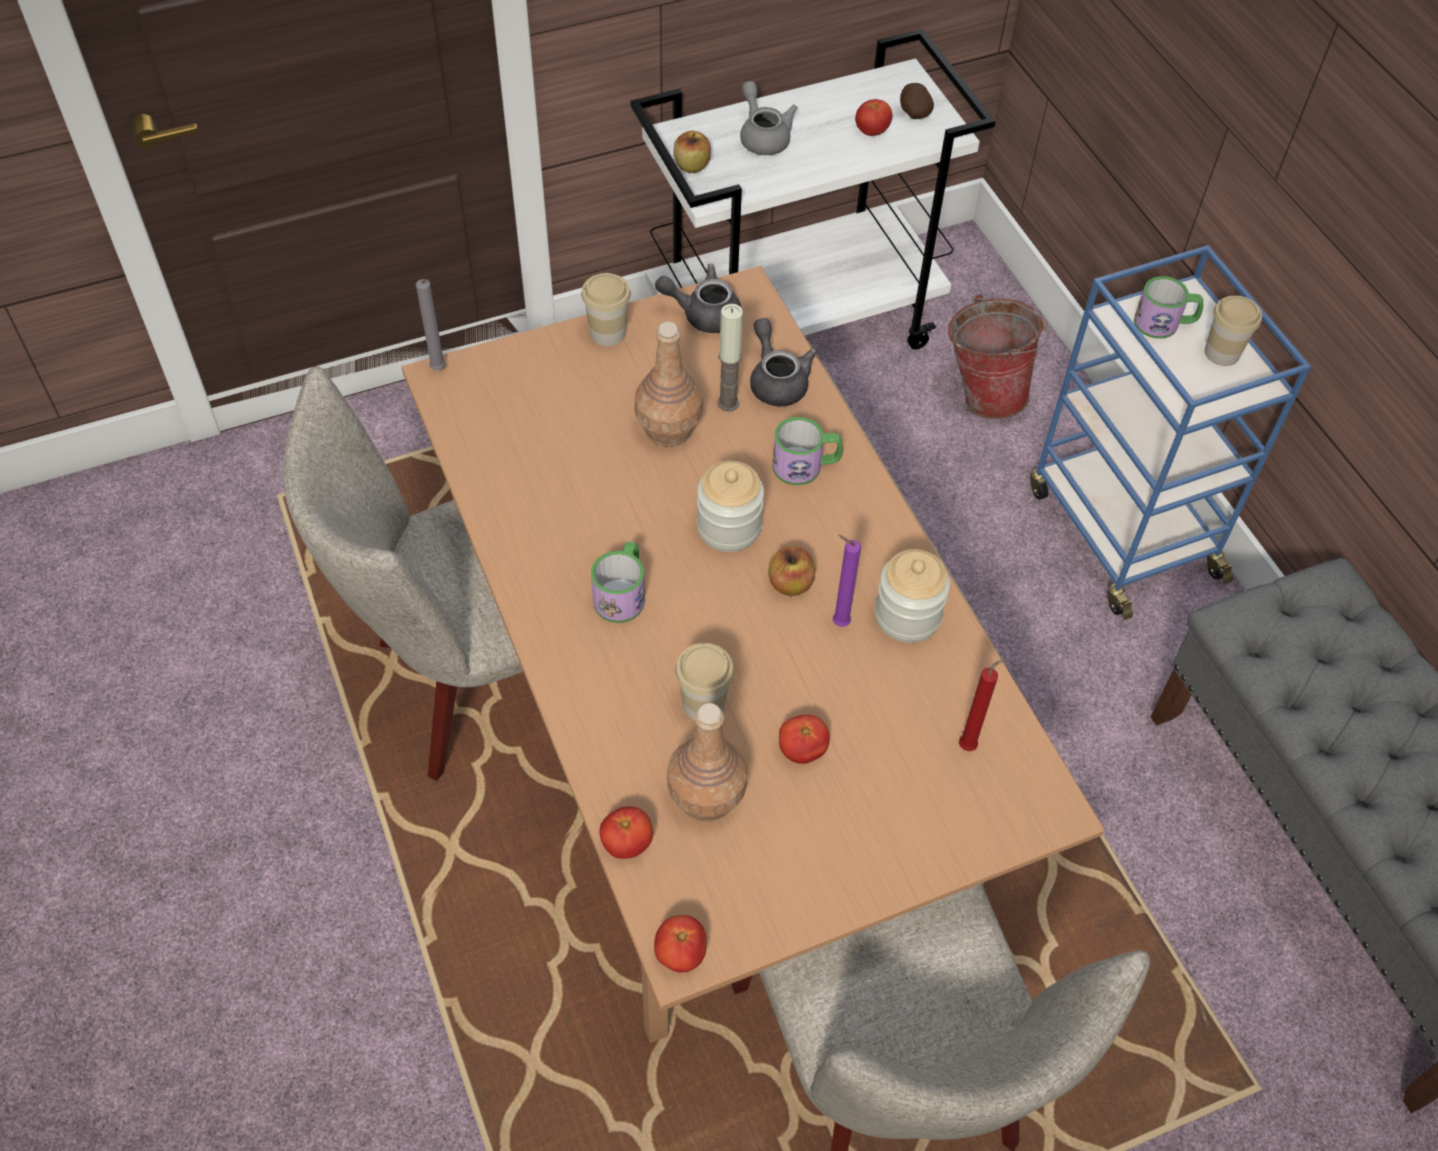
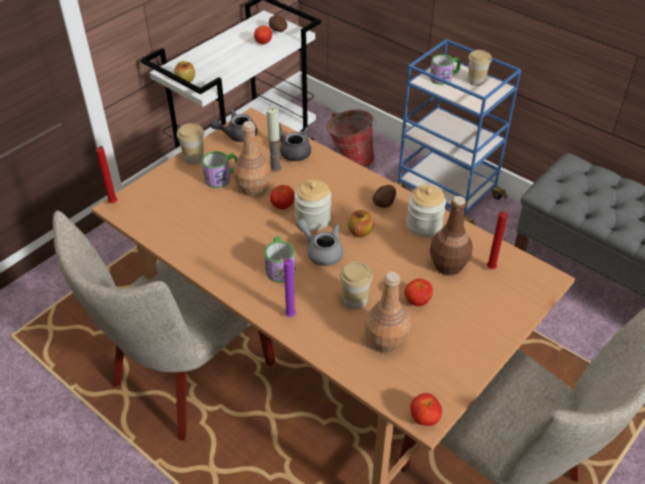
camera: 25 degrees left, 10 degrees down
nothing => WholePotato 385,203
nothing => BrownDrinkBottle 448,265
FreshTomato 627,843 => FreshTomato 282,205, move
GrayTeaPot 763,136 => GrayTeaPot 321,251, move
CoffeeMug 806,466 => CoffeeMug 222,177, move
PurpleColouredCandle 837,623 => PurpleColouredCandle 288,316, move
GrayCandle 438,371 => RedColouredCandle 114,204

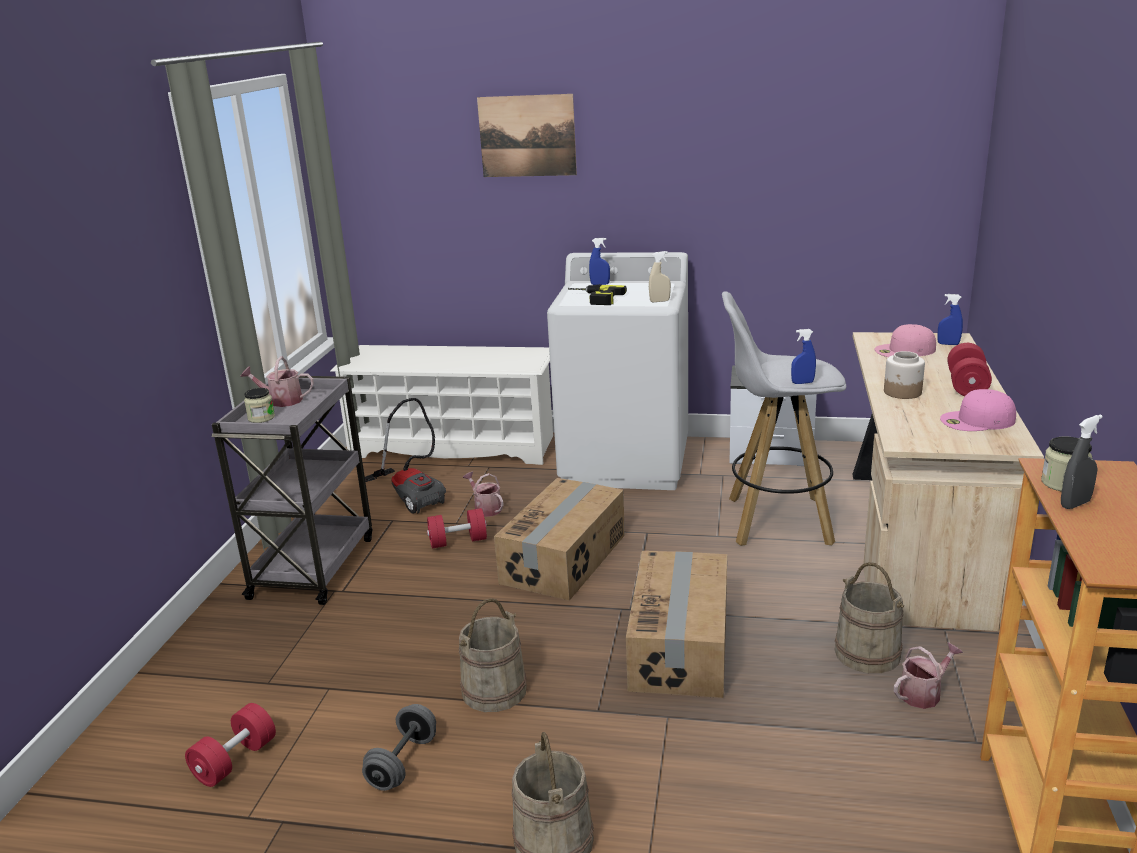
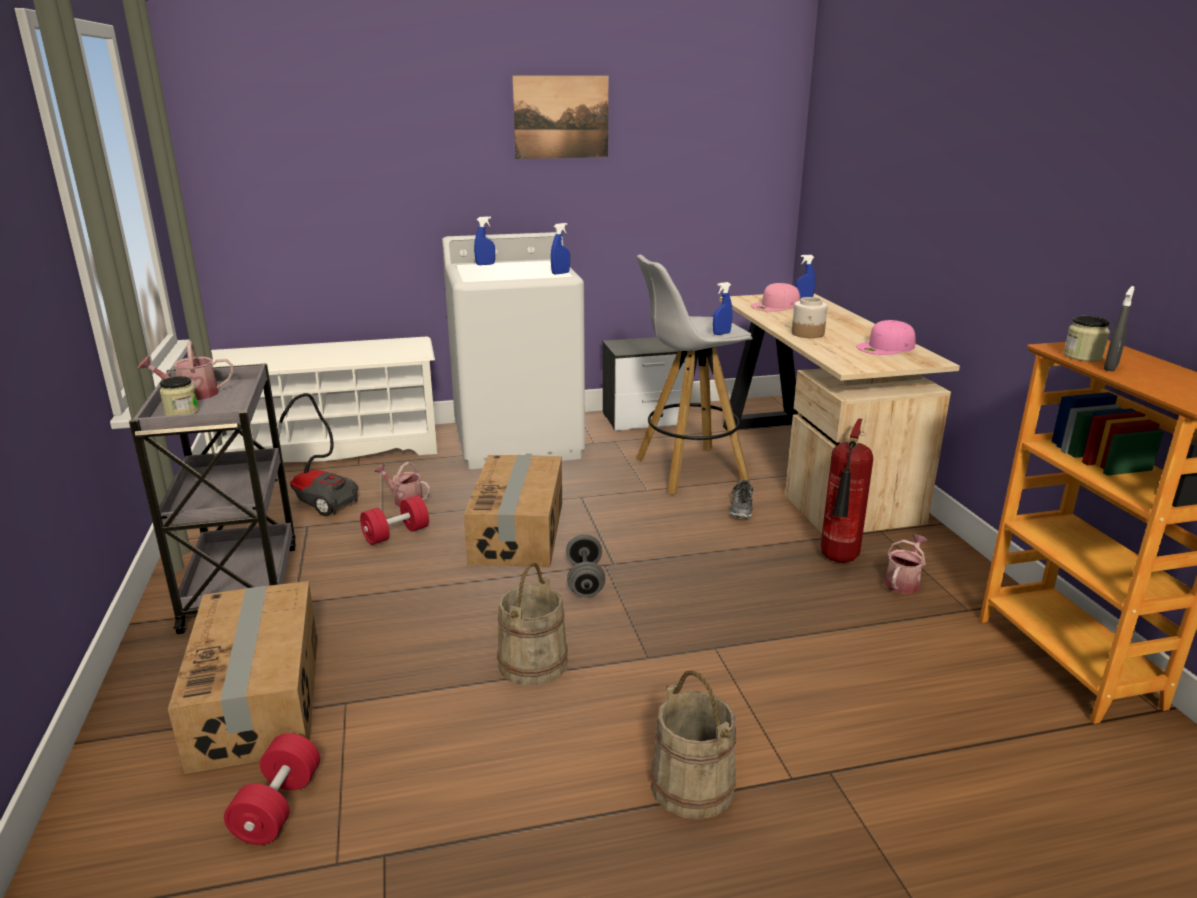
camera: 25 degrees left, 0 degrees up
ElectricDrill 593,299 => nothing
RedColouredHandWeight 966,385 => nothing
nothing => ItemOfFootwear 741,509
GrayHandWeight 403,763 => GrayHandWeight 585,580, move
Picture 527,136 => Picture 561,117, move
PackingBox 681,645 => PackingBox 260,698, move
BeigeWaterBucket 867,653 => FireExtinguisher 838,560
BeigeSprayBottle 659,301 => BlueSprayBottle 560,273

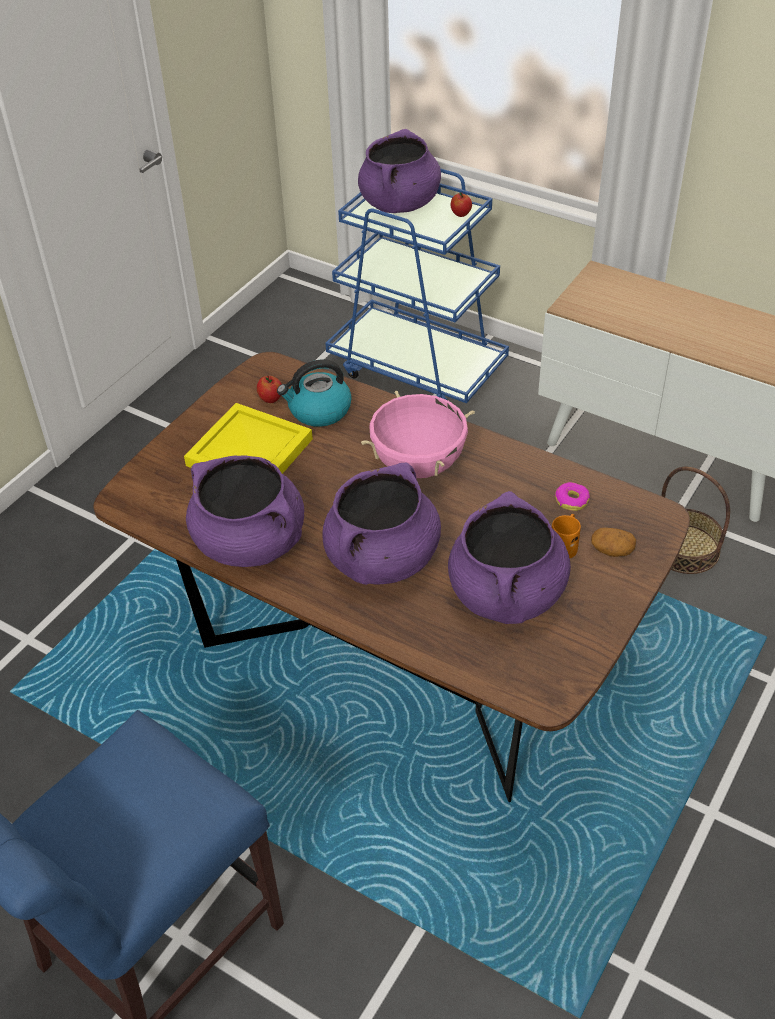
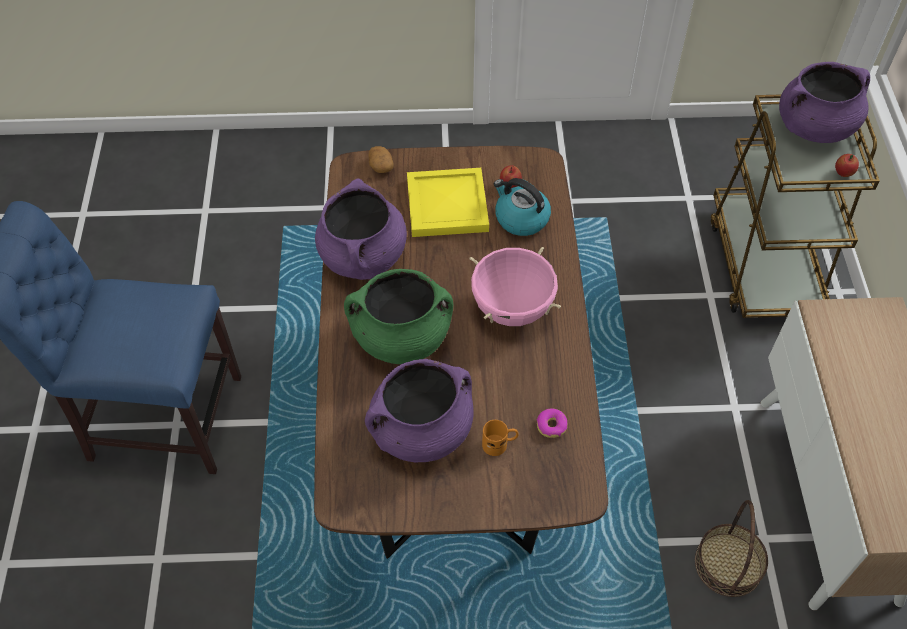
camera: 55 degrees right, 10 degrees up
WholePotato 611,550 => WholePotato 380,165, move
PurpleColouredCookingPot 382,559 => GreenCookingPot 401,338
BlueWheeledCart 417,368 => BrownWheeledCart 764,264

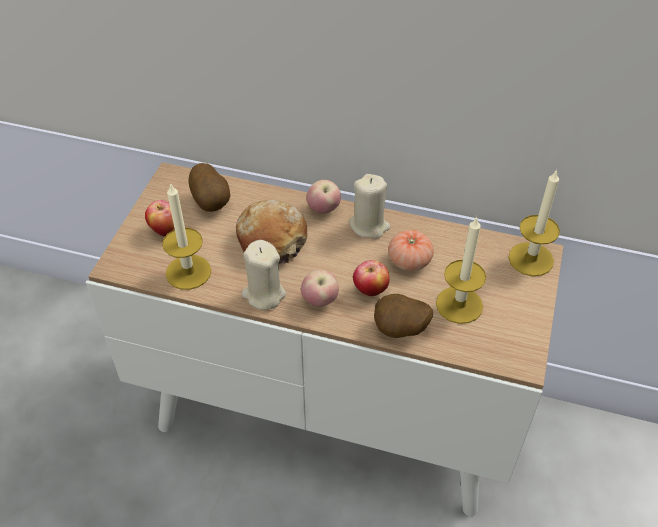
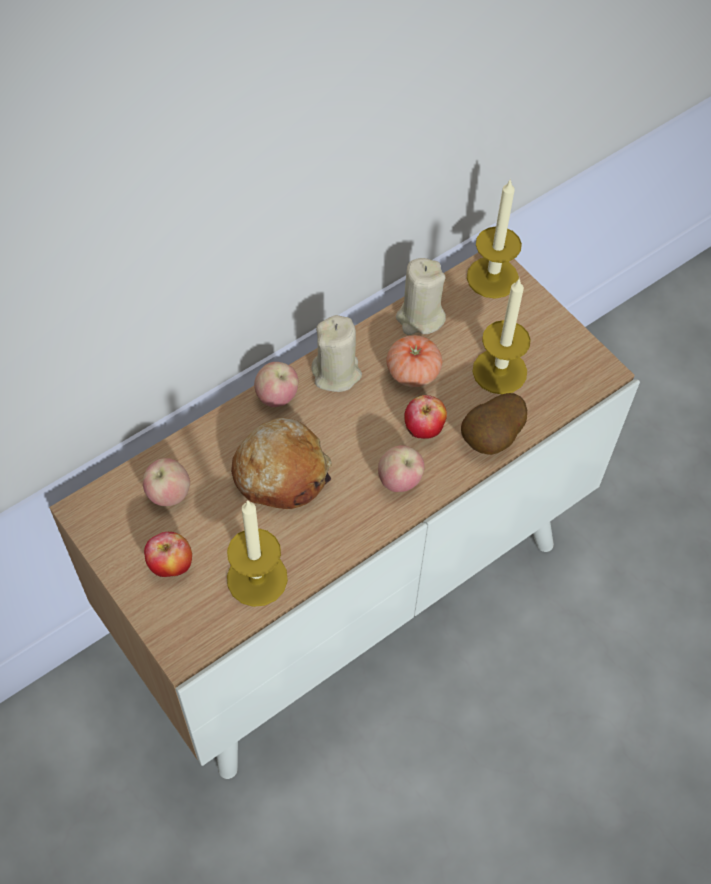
camera: 55 degrees left, 10 degrees up
BeigeCandle 264,294 => BeigeCandle 420,317, move
WholePotato 212,202 => WholeApple 169,494

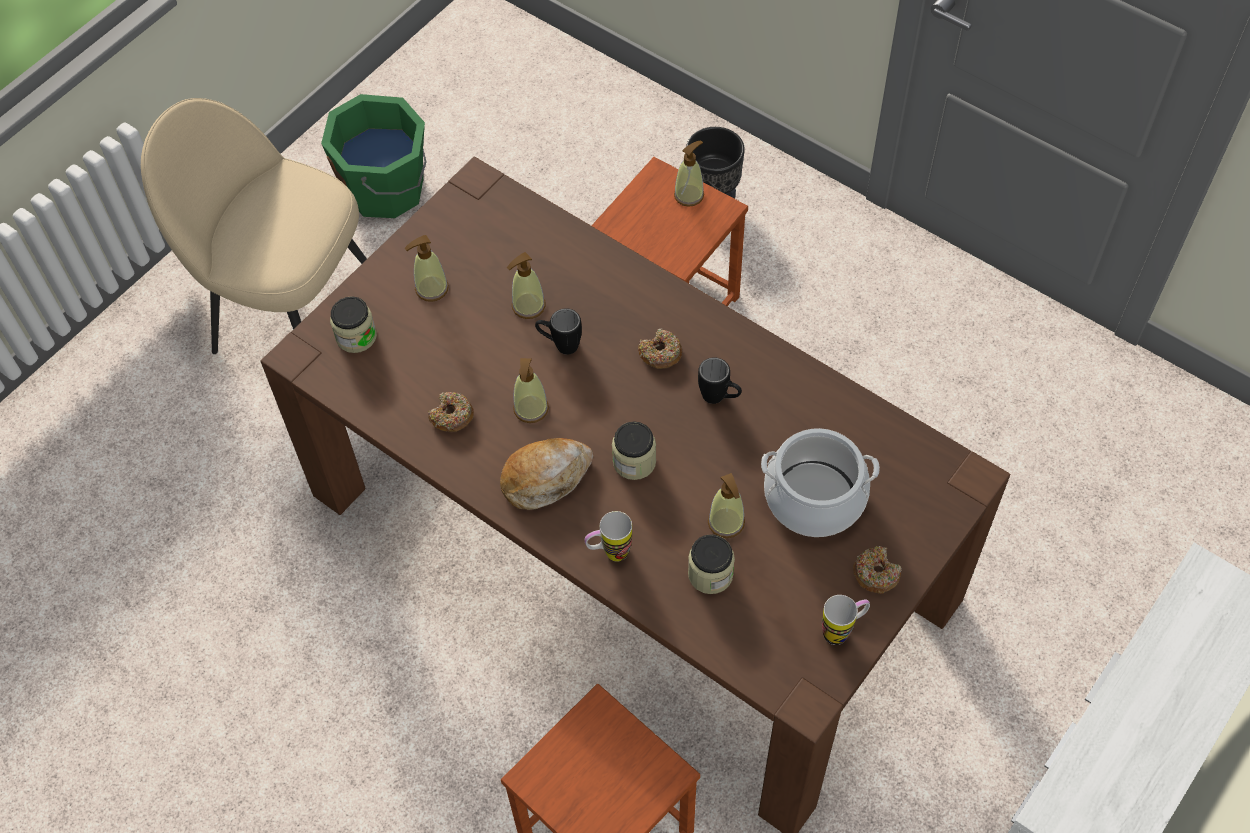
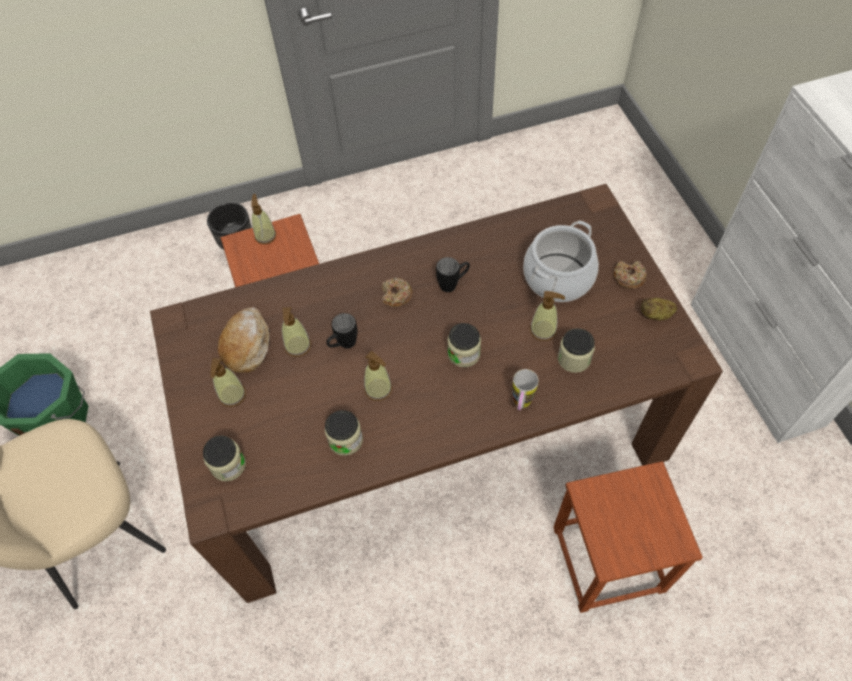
camera: 55 degrees left, 0 degrees up
BakedBread 546,478 => BakedBread 246,345, move
Doughnut 452,416 => StorageJar 345,440
CoffeeMug 842,631 => WholePotato 656,315

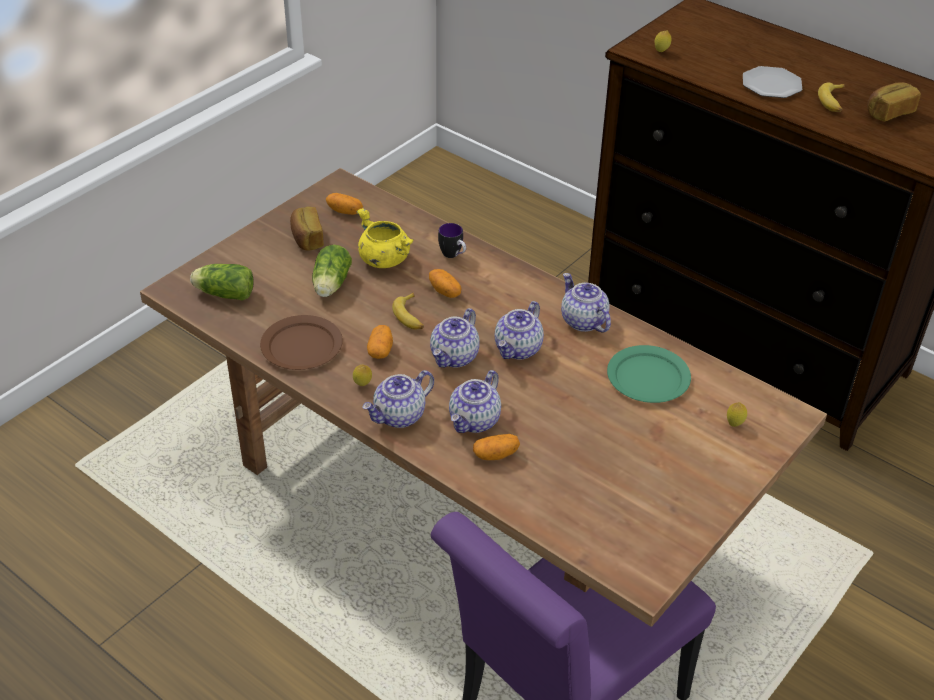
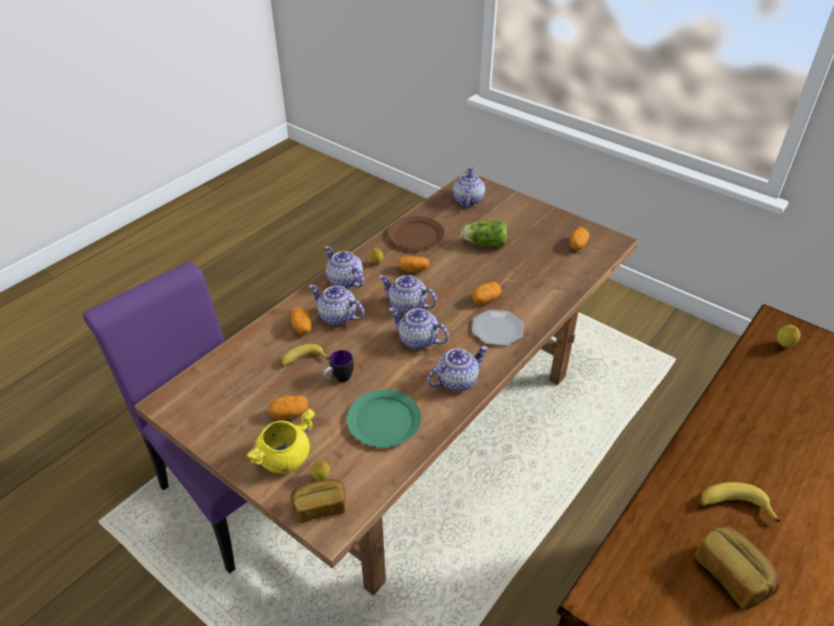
camera: 90 degrees right, 0 degrees up
nothing => WholePotato 289,413
BakedBread 306,238 => BakedBread 320,507, move
YellowCookingPot 384,259 => YellowCookingPot 284,458, move
WholeBanana 410,316 => WholeBanana 303,360, move
CoffeeMug 453,256 => CoffeeMug 339,379, move
DinnerPlate 772,85 => DinnerPlate 497,329, move
HeadOfLettuce 223,293 => TeaPot 467,200

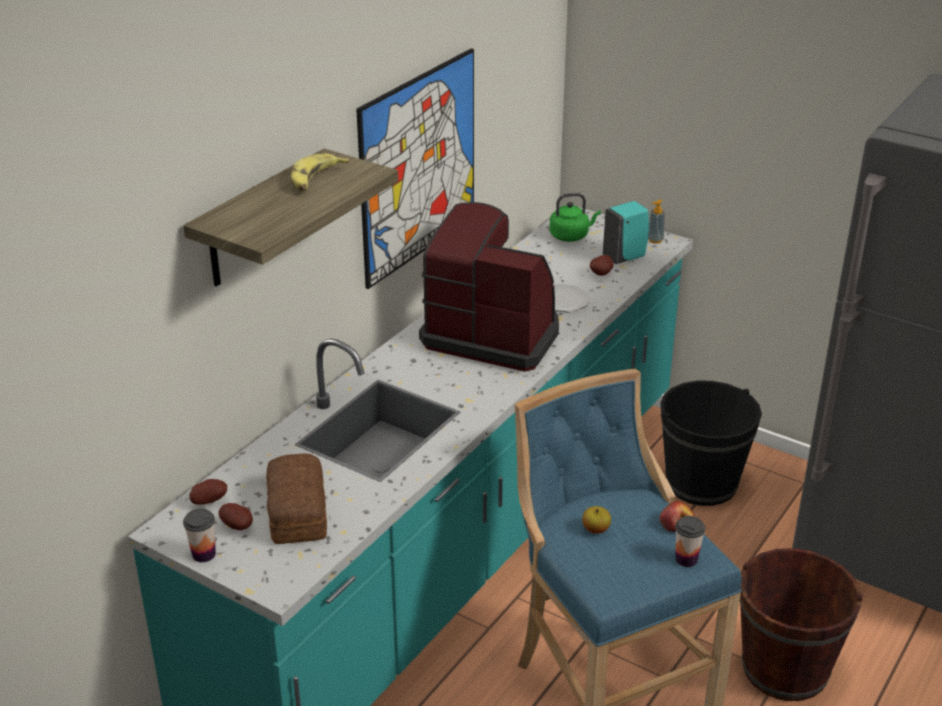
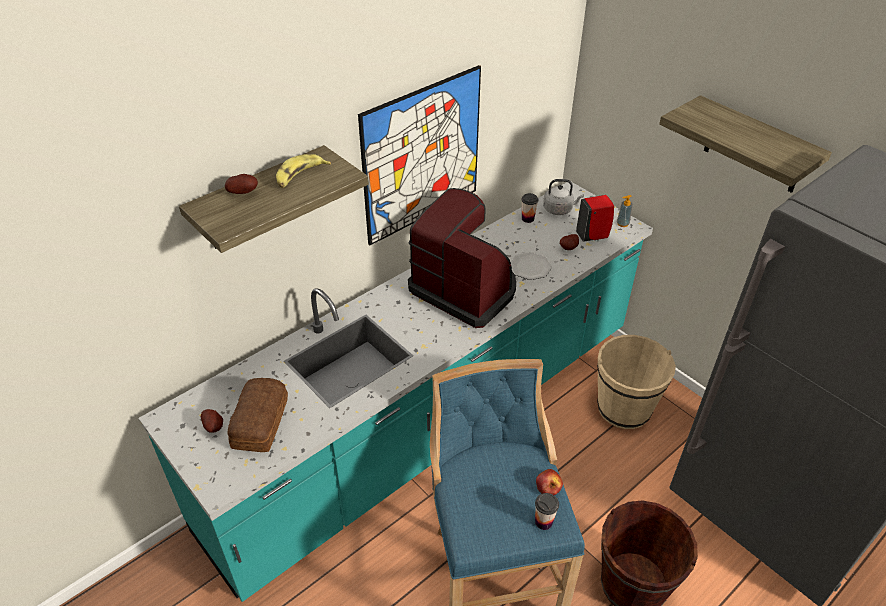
camera: 15 degrees right, 10 degrees up
WholeApple 595,529 => nothing
nothing => BracketShelf 754,146
DrinkingCup 204,554 => DrinkingCup 527,219, move
WholePotato 209,501 => WholePotato 244,192, move
GreenKettle 571,236 => GrayKettle 559,209
BlueGreenSoapBottle 625,257 => RedColouredSoapBottle 593,236
BlackWaterBucket 701,483 => BeigeWaterBucket 624,408

